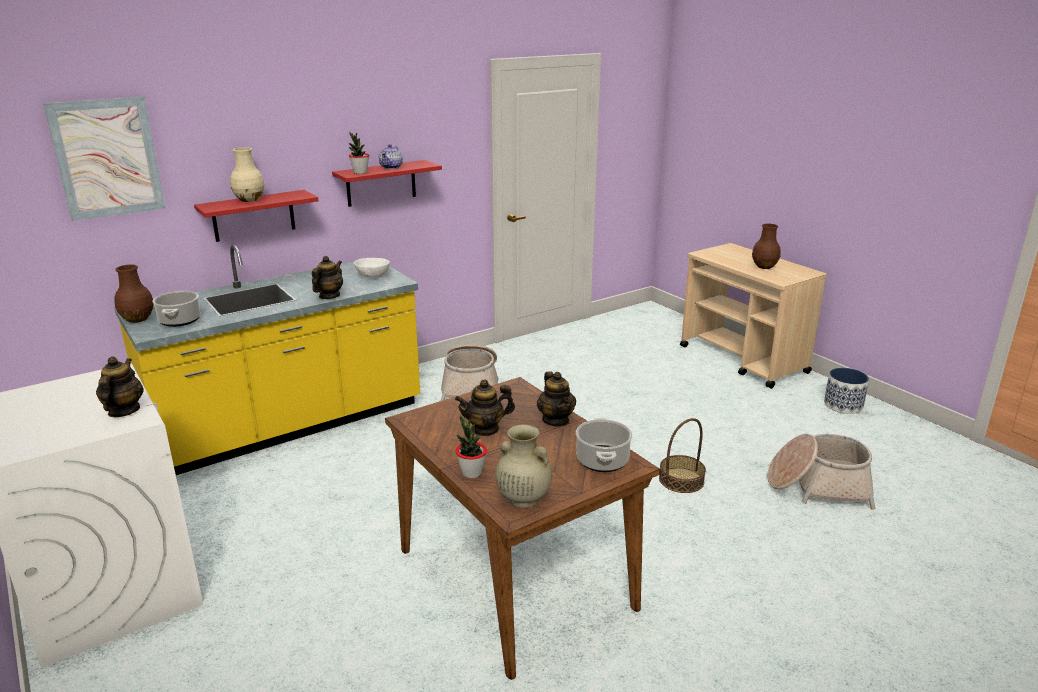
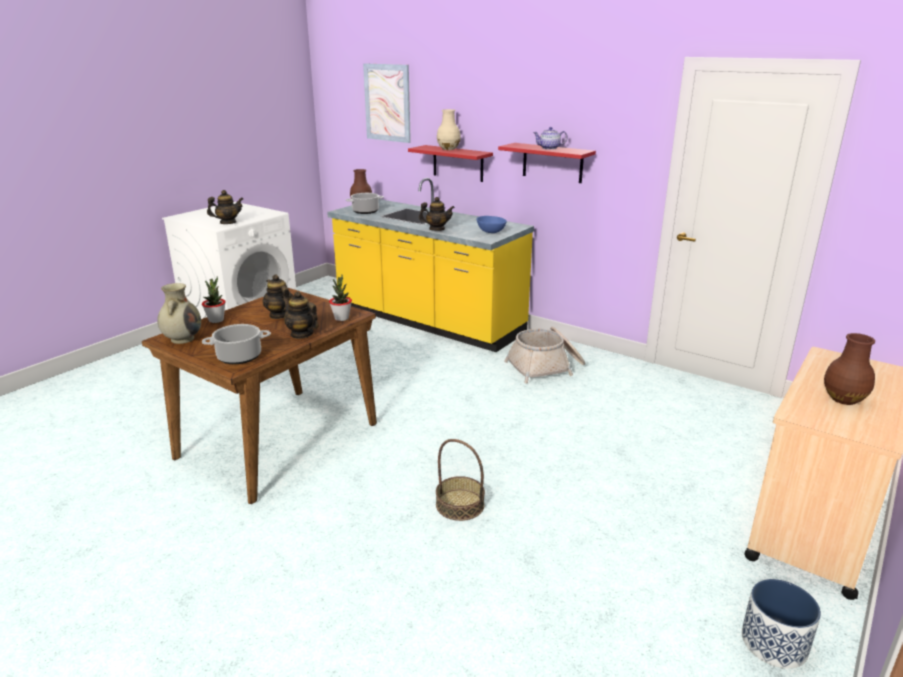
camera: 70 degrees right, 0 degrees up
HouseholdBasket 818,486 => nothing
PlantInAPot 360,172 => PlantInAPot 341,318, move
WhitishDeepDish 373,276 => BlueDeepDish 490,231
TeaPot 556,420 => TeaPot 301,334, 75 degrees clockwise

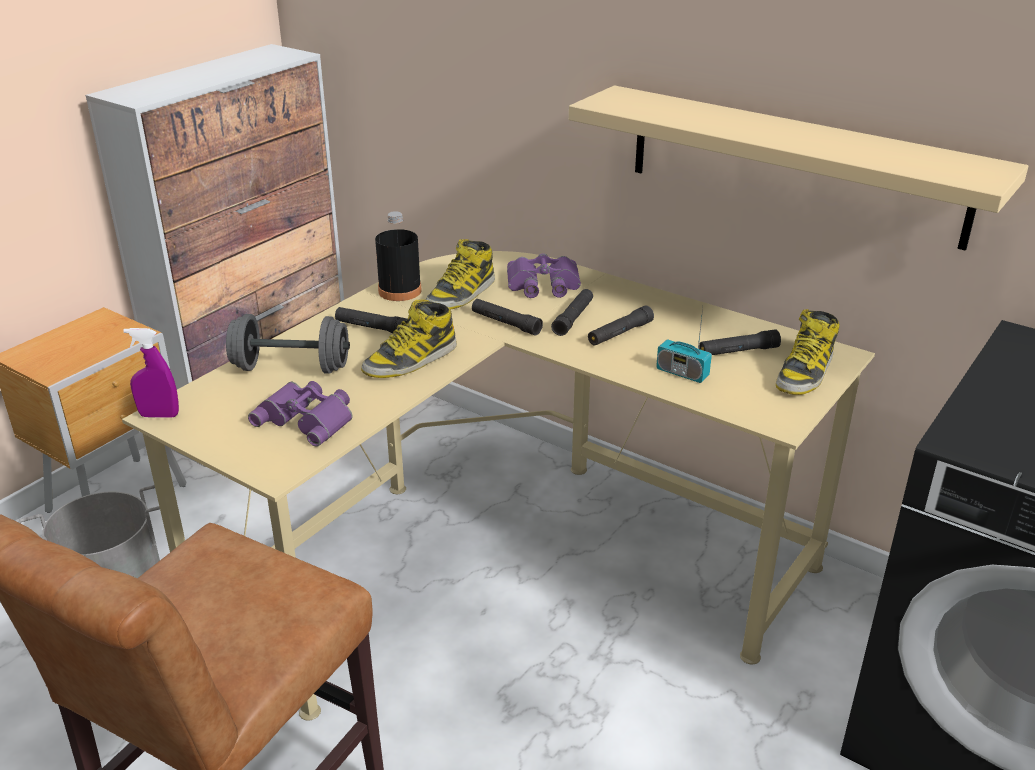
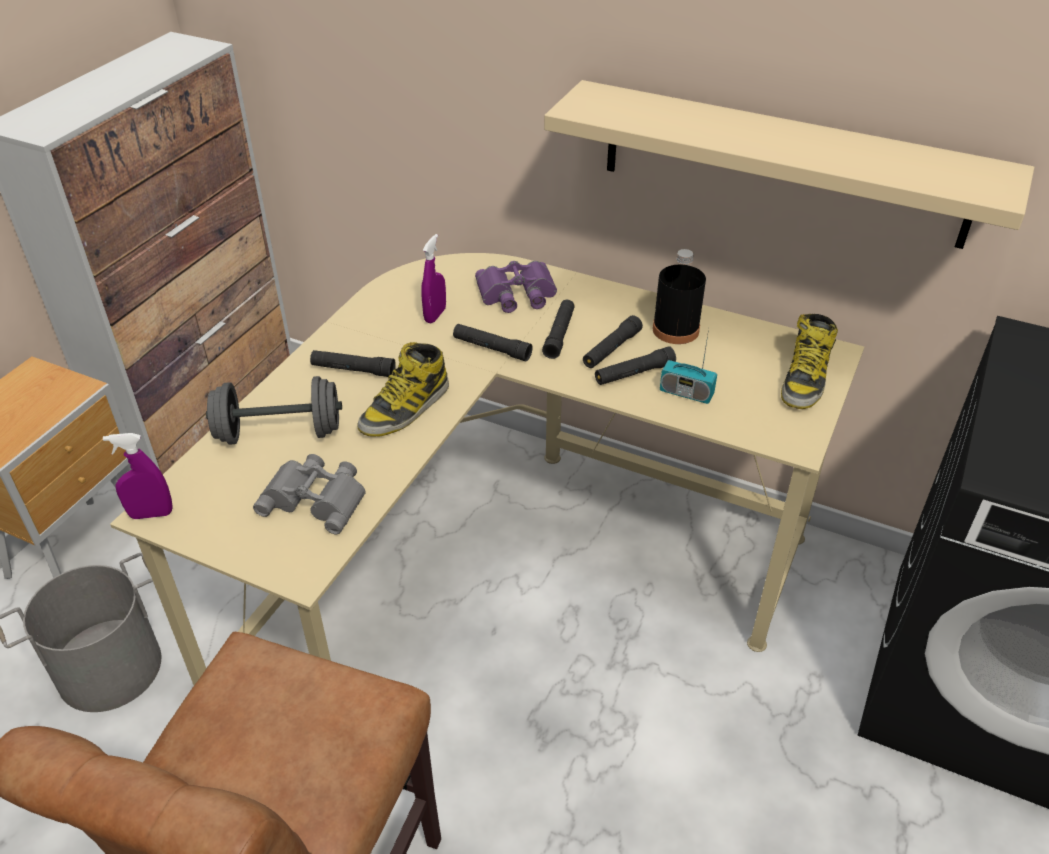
camera: 10 degrees left, 10 degrees up
BlackDrinkBottle 400,291 => BlackDrinkBottle 675,330, move
BlackTorch 738,351 => BlackTorch 634,373, move
HighTopBoot 461,294 => PurpleColouredSprayBottle 435,315
PurpleColouredBinoculars 308,418 => GrayBinoculars 316,498

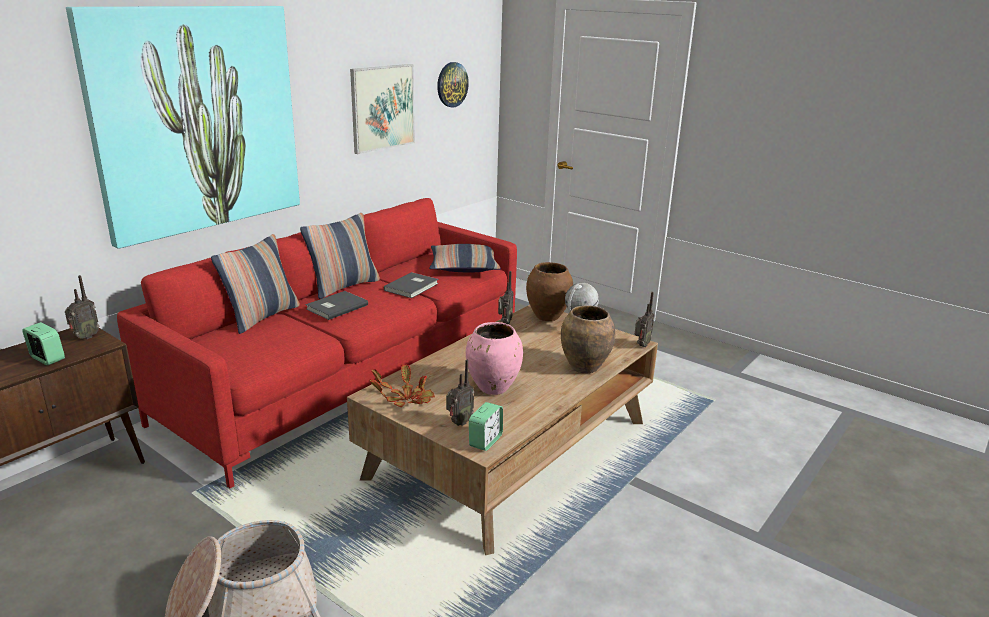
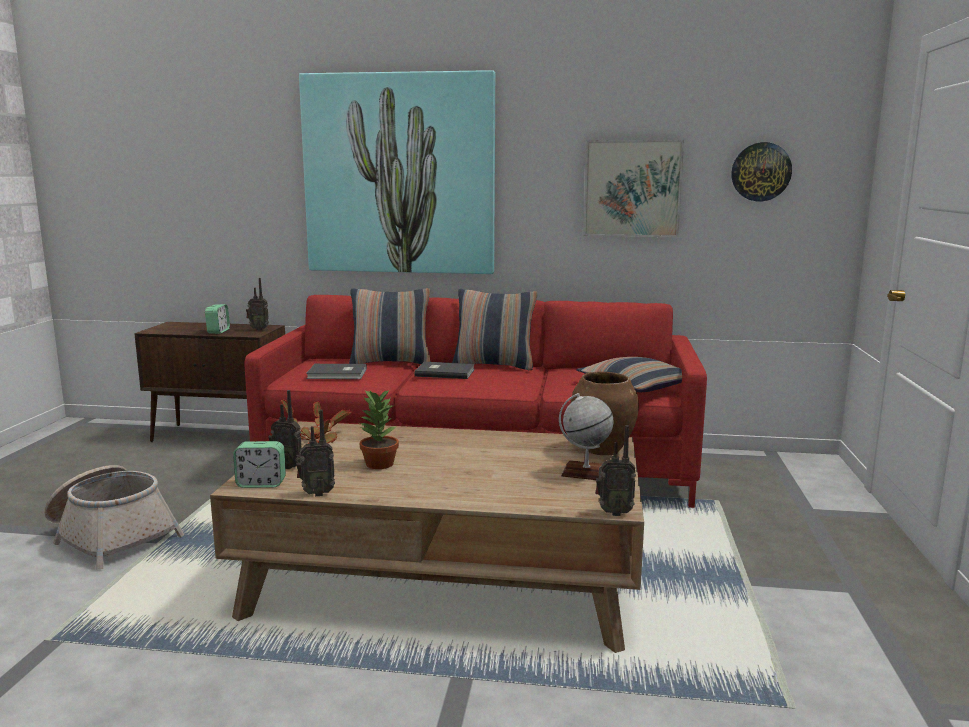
camera: 60 degrees right, 10 degrees down
BrownDecorativeVase 584,367 => nothing
GrayBoundBook 413,287 => GrayBoundBook 337,374, move
RadioReceiver 504,323 => RadioReceiver 316,493, move
PinkDecorativeVase 493,388 => PlantInAPot 378,464

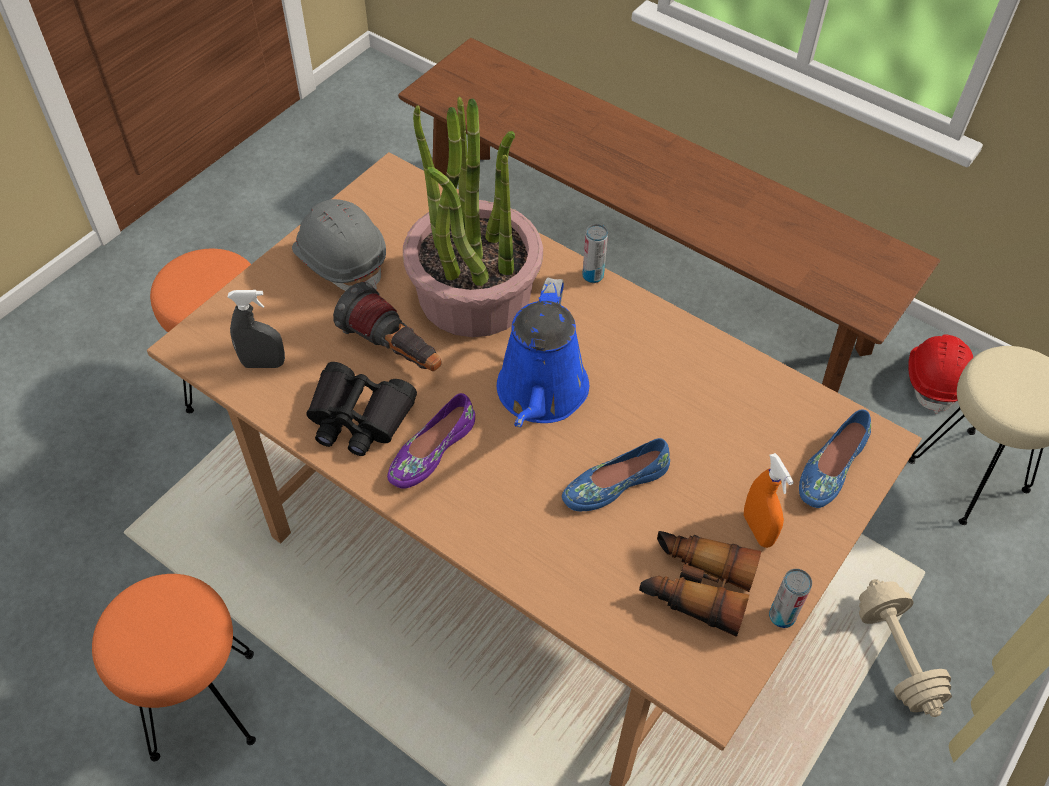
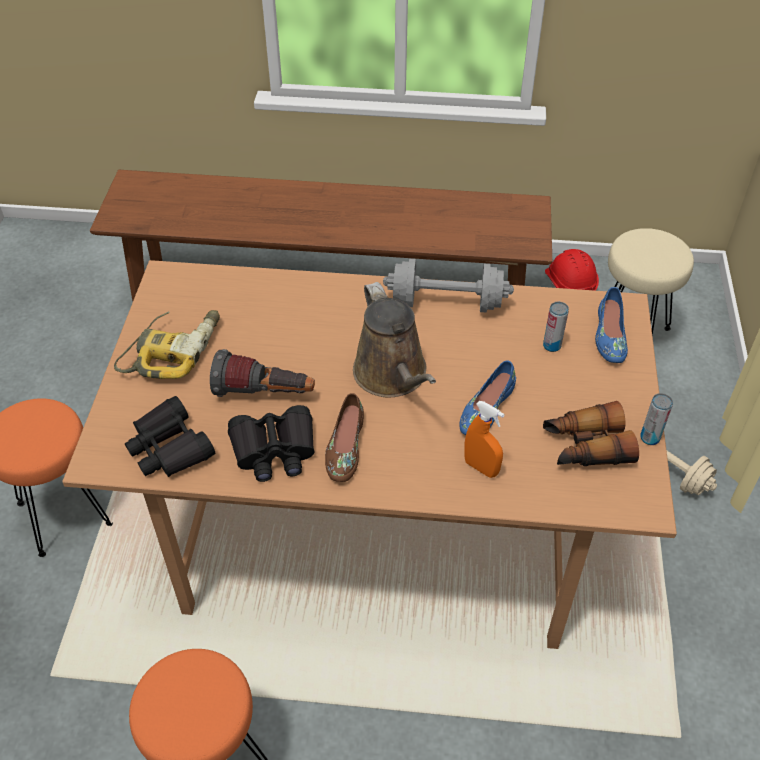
camera: 30 degrees left, 5 degrees down
PlantInAPot 474,295 => nothing
nothing => GrayHandWeight 446,303
SealedCan 592,276 => SealedCan 552,346, move
OrangeySprayBottle 757,529 => OrangeySprayBottle 481,468, move
GraySprayBottle 263,363 => BlackBinoculars 169,447
GrayWorkHelmet 341,260 => ElectricDrill 173,349
PurpleColouredItemOfFootwear 431,450 => BrownItemOfFootwear 344,447
BlueSprinklingCan 541,395 => BrownSprinklingCan 393,376

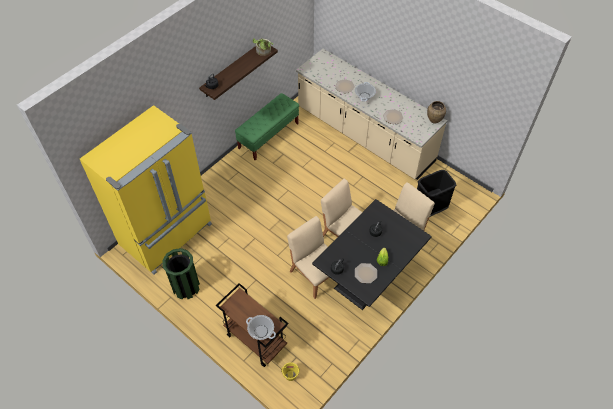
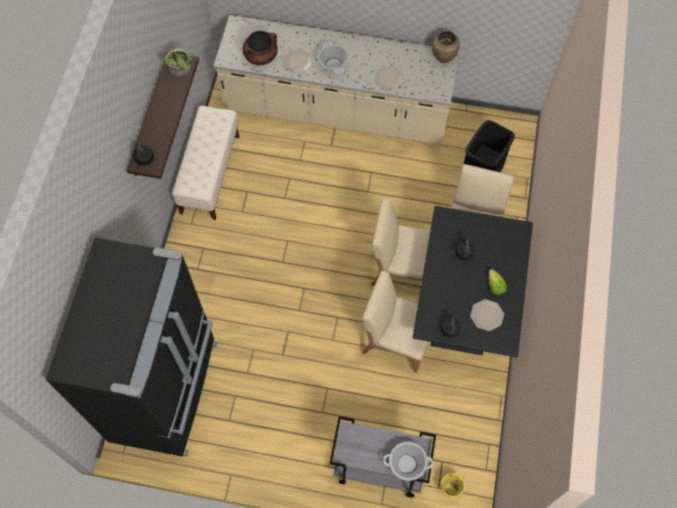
camera: 30 degrees left, 10 degrees up
GreenTrashCan 186,287 => nothing
nothing => BrownCookingPot 261,56
YellowKitchenFridge 168,235 => BlackKitchenFridge 167,390
BrownWheeledCart 255,340 => GrayWheeledCart 378,469
GreenLongSeat 268,136 => BeigeLongSeat 210,174

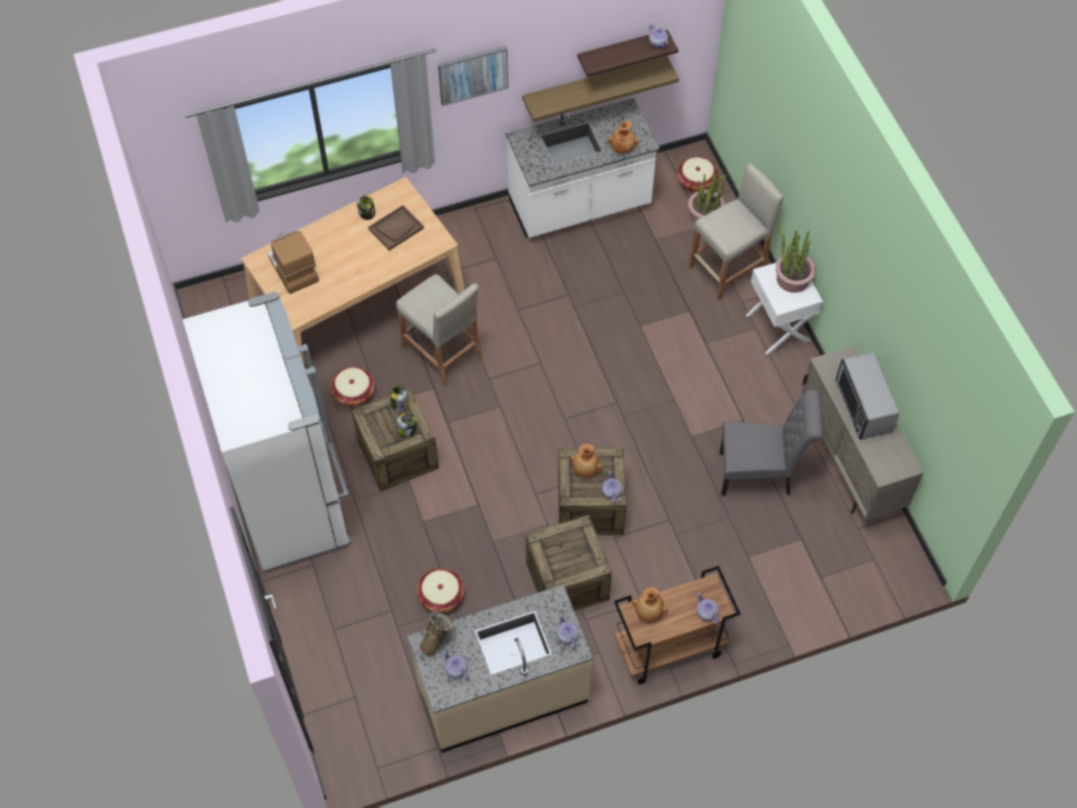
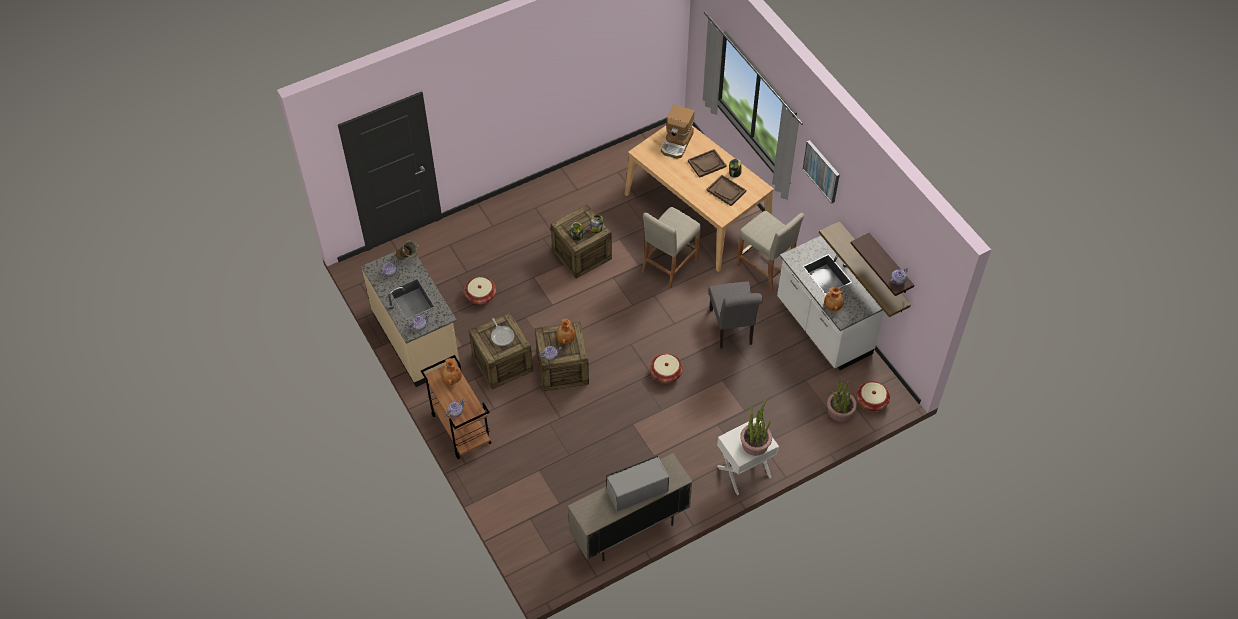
camera: 80 degrees right, 5 degrees down
WhitishKitchenFridge 292,497 => nothing
nothing => FryingPan 502,336
nothing => BrownTray 706,164
HouseholdBasket 354,393 => HouseholdBasket 666,373, move
BeigeStool 729,268 => BeigeStool 765,268, move
GrayUprightChair 760,474 => GrayUprightChair 732,329, move
CoffeeMaker 292,269 => CoffeeMaker 677,143, 150 degrees clockwise

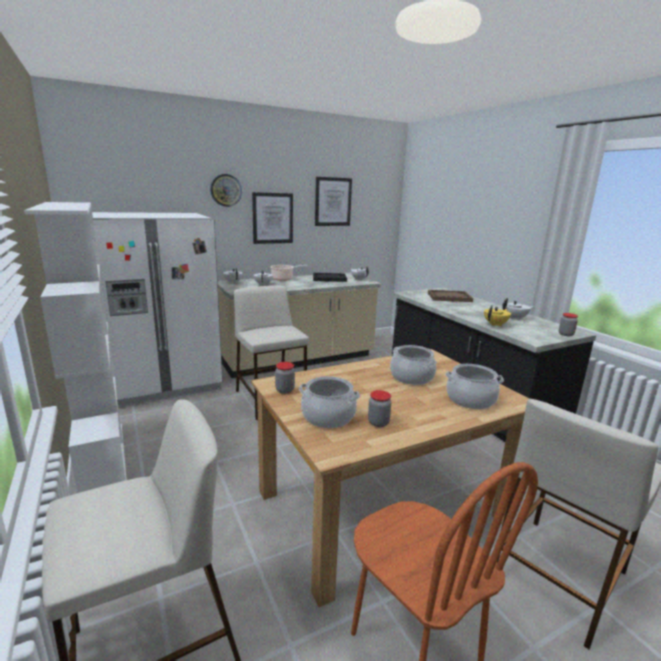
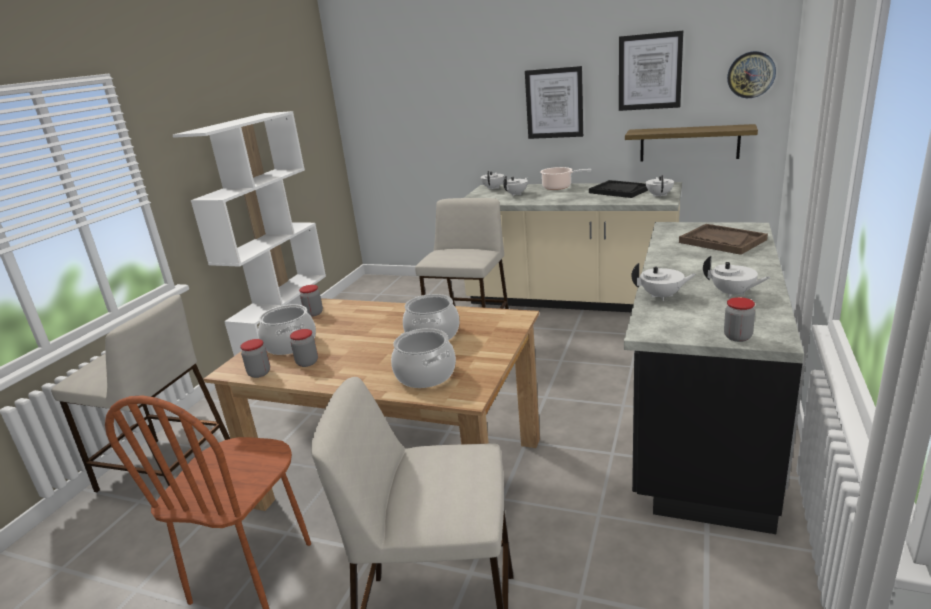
camera: 50 degrees right, 5 degrees up
WhitishKitchenFridge 167,382 => nothing
nothing => StorageJar 259,373
nothing => BracketShelf 689,143
ClockOnTheWall 226,190 => ClockOnTheWall 751,74, move
YellowTeaPot 495,324 => WhitishTeaPot 662,296

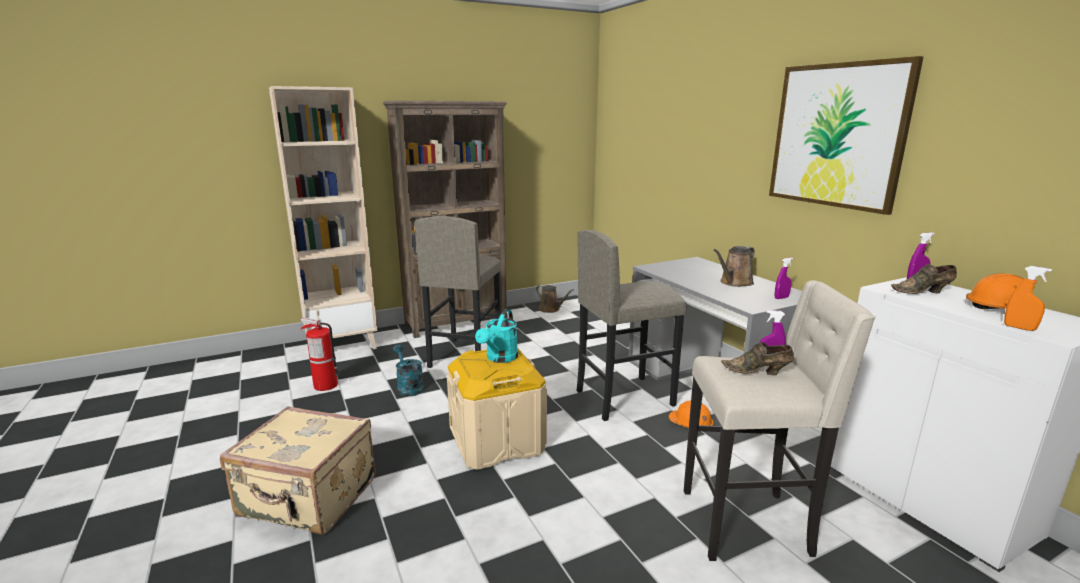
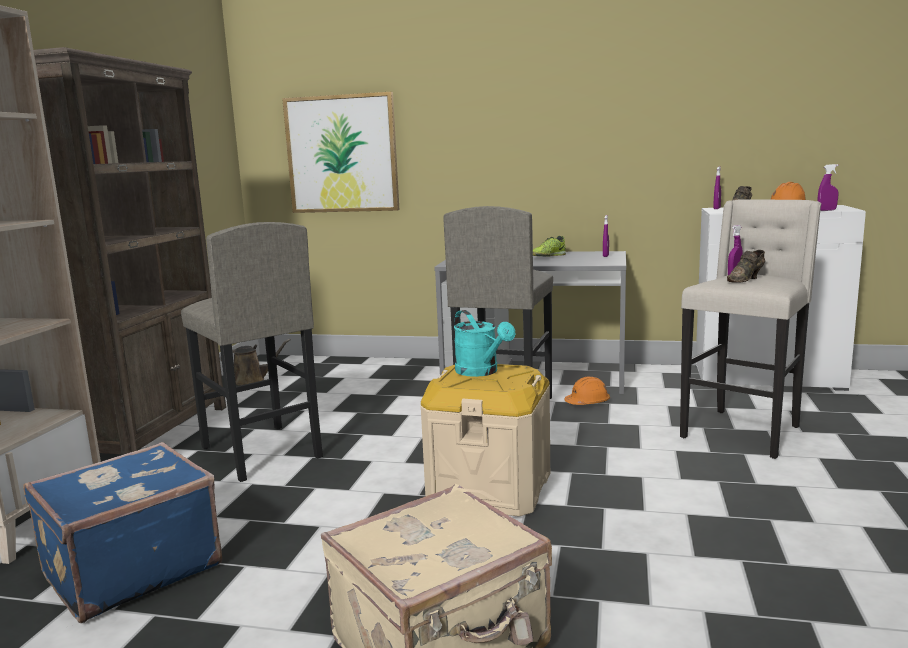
camera: 50 degrees left, 5 degrees down
BlueGreenSprinklingCan 408,387 => nothing
Picture 837,135 => Picture 342,154, move
FireExtinguisher 325,385 => BlueTravelCase 130,569
BrownSprinklingCan 734,283 => ItemOfFootwear 548,257
OrangeySprayBottle 1019,328 => PurpleColouredSprayBottle 826,210

